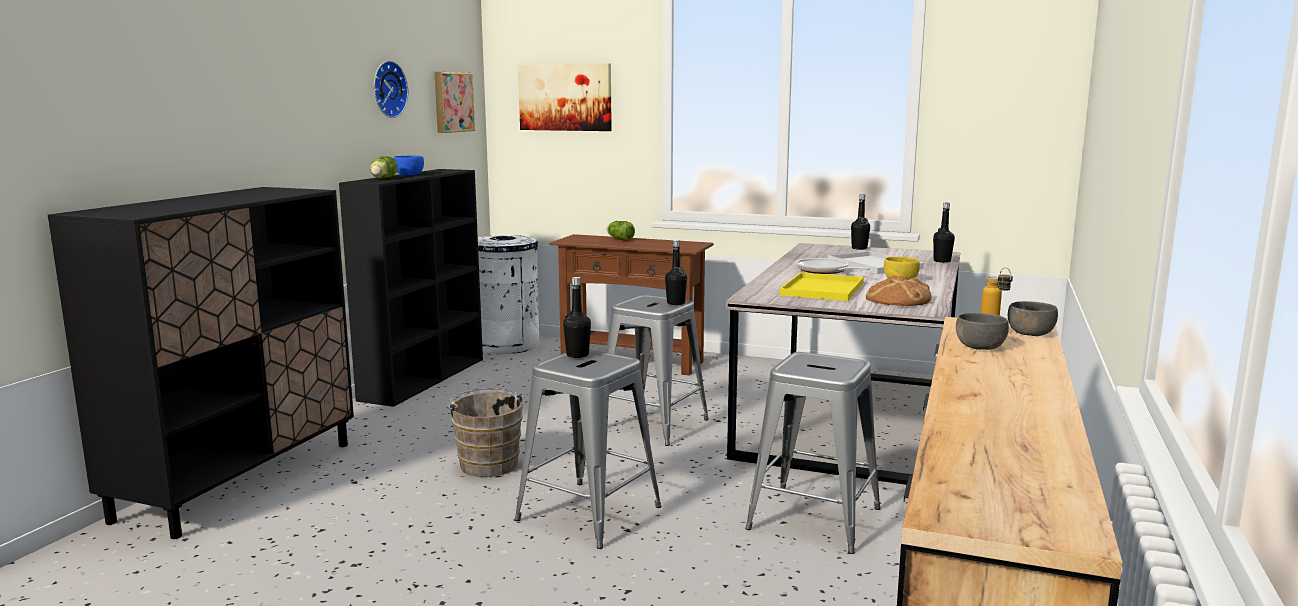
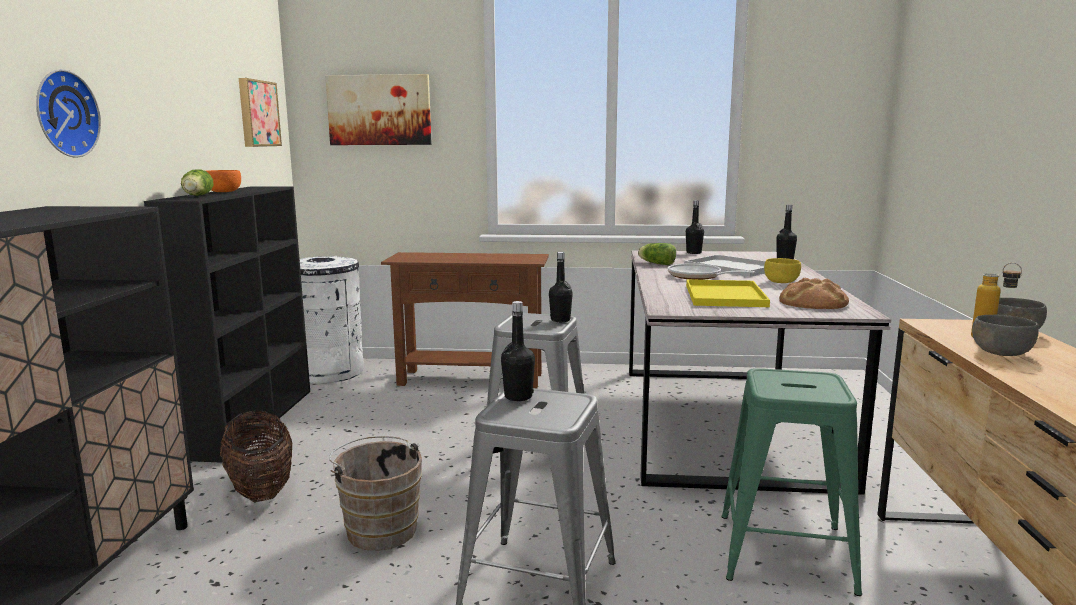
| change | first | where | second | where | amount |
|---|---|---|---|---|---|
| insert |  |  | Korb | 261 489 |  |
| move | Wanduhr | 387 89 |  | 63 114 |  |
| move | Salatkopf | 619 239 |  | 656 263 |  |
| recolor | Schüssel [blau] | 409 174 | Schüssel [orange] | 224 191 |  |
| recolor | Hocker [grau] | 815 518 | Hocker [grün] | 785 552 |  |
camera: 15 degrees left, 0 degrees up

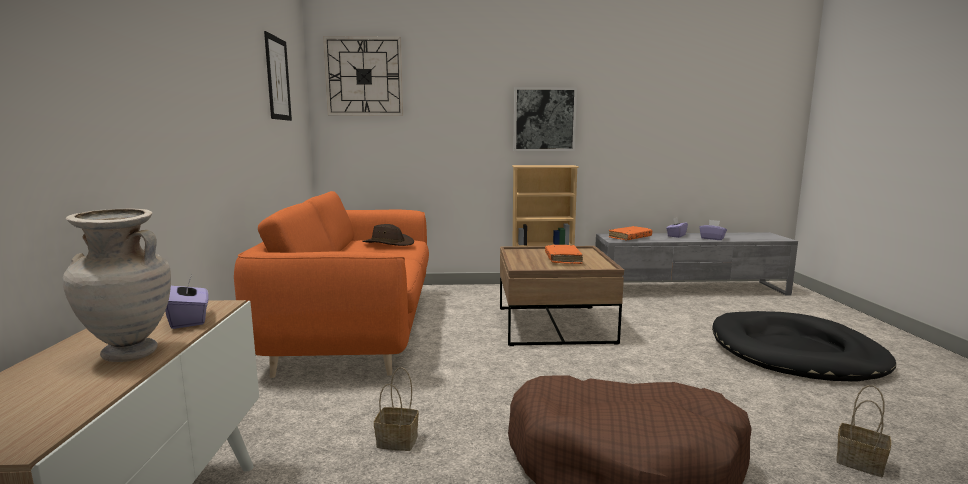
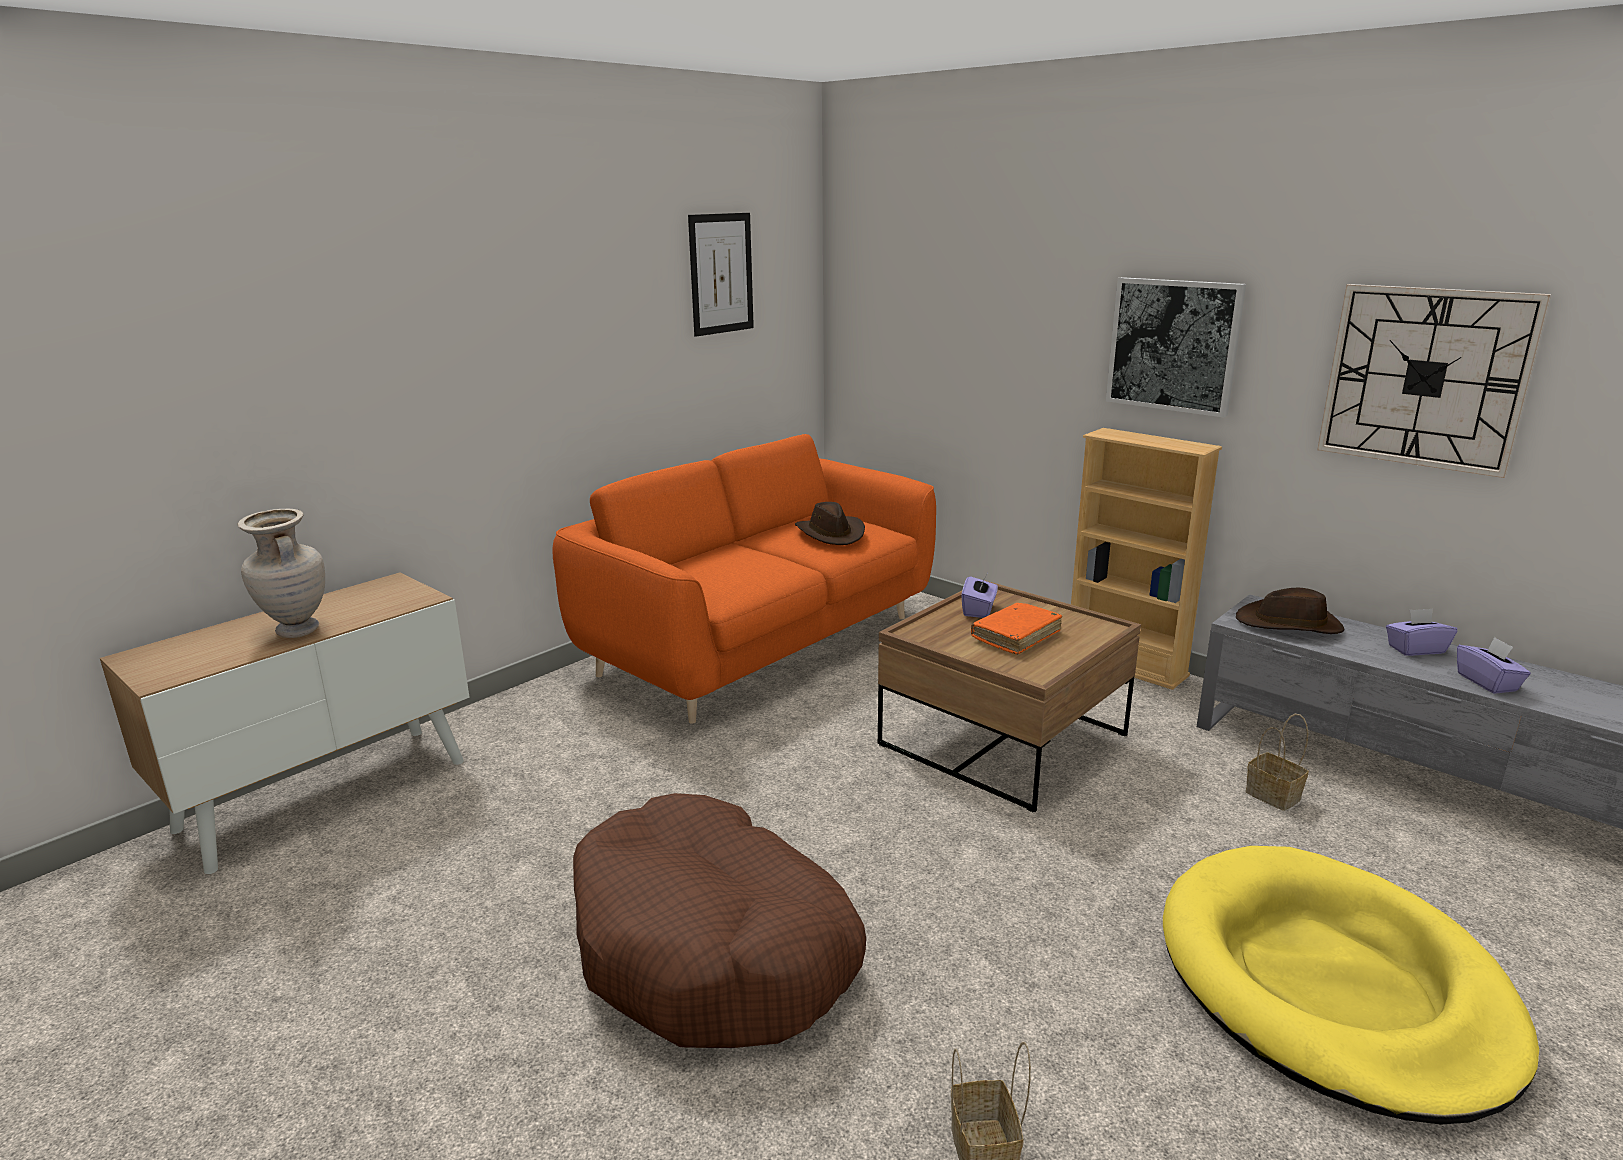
| change | first | where | second | where | amount |
|---|---|---|---|---|---|
| move | Taschentuchbox [lila] | 189 320 |  | 979 610 |  |
| move | Wanduhr | 364 76 |  | 1425 378 |  |
| move | Korb | 399 441 |  | 1275 796 |  |
| replace | Buch [orange] | 630 237 | Hut [braun] | 1289 624 |  |
| recolor | Hundebett [schwarz] | 795 352 | Hundebett [gelb] | 1331 985 |  |
camera: 45 degrees right, 10 degrees up

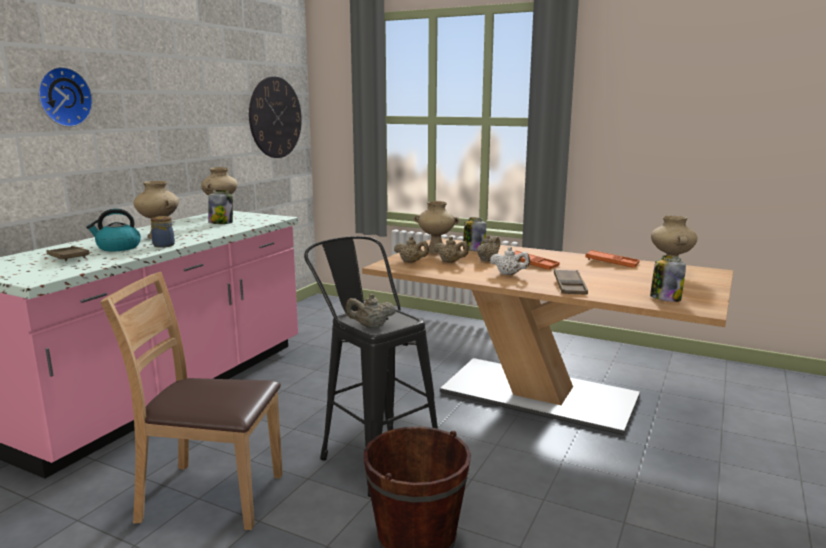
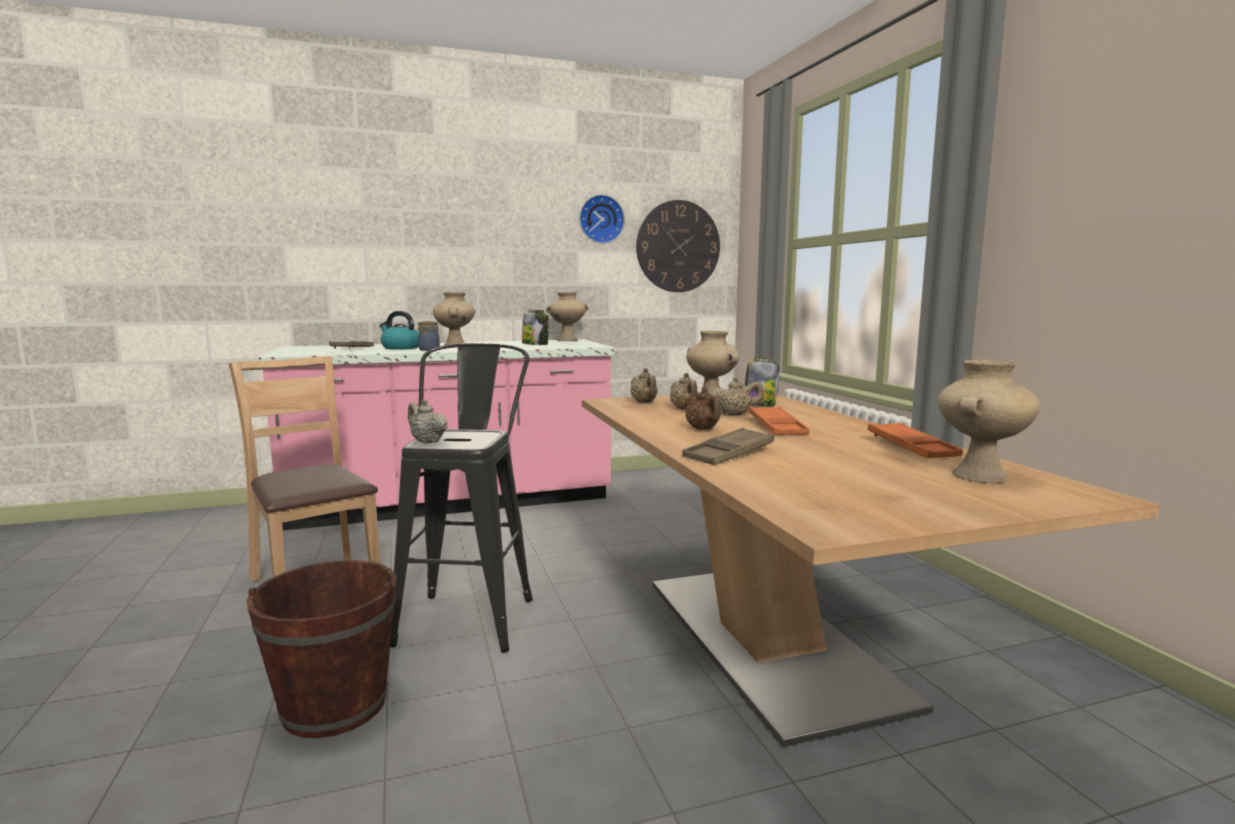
| change | first | where | second | where | amount |
|---|---|---|---|---|---|
| delete | Vorratsglas | 665 298 |  |  |  |
| move | Wanduhr | 63 97 |  | 601 219 |  |
| recolor | Teekanne [weiß] | 509 274 | Teekanne [braun] | 703 429 |  |
camera: 45 degrees right, 5 degrees down

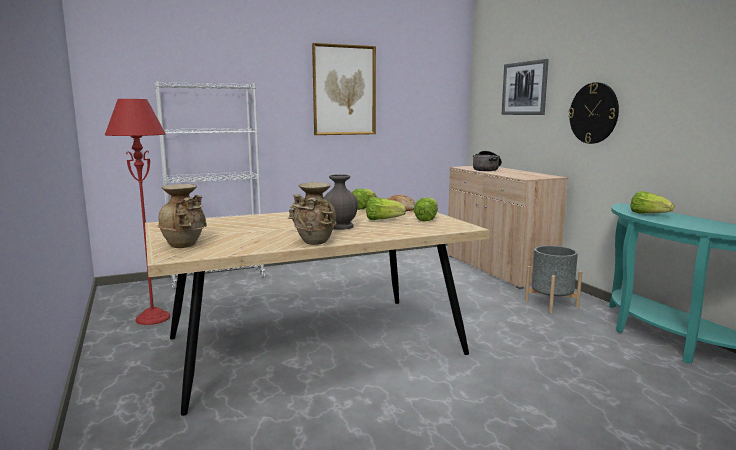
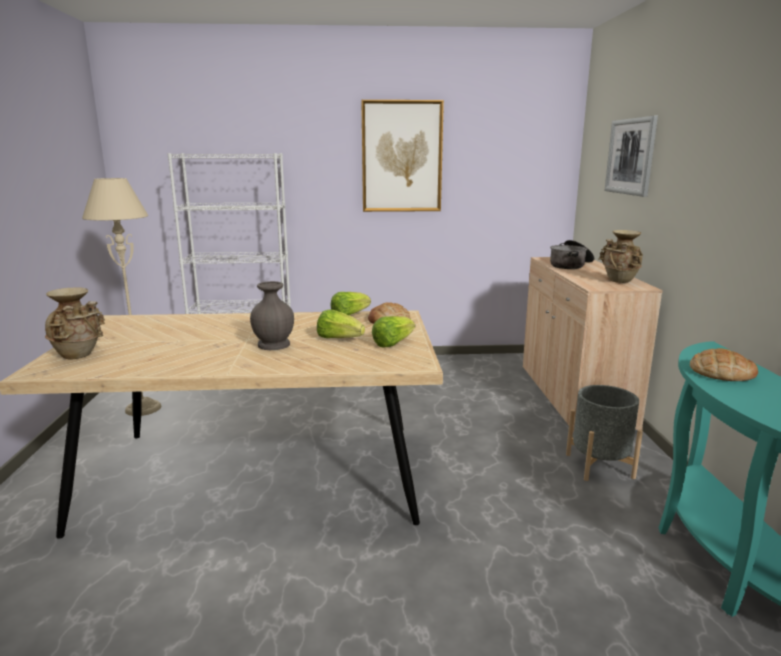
| change | first | where | second | where | amount |
|---|---|---|---|---|---|
| delete | Wanduhr | 593 113 |  |  |  |
| move | Vase [beige] | 314 242 |  | 619 281 |  |
| replace | Salatkopf | 648 214 | Brot | 721 372 |  |
| recolor | Stehlampe [rot] | 153 318 | Stehlampe [beige] | 143 408 |  |
camera: 20 degrees right, 5 degrees up

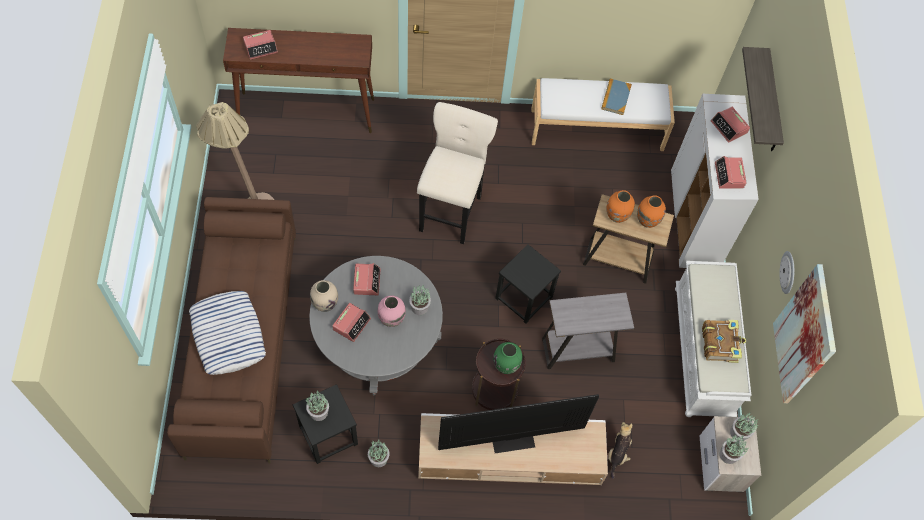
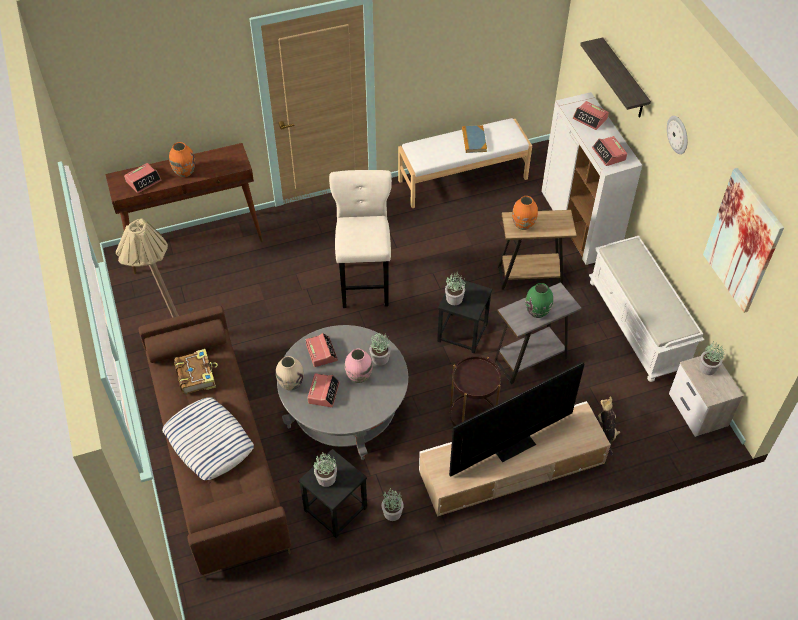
| change | first | where | second | where | amount |
|---|---|---|---|---|---|
| move | Vase [grün] | 506 365 |  | 537 312 |  |
| move | Vase [orange] | 647 220 |  | 184 172 |  |
| move | Buch | 720 343 |  | 196 375 |  |
| move | Topfpflanze | 729 455 |  | 454 299 |  |
| move | Wanduhr | 788 272 |  | 678 134 |  |
camera: 15 degrees left, 10 degrees down

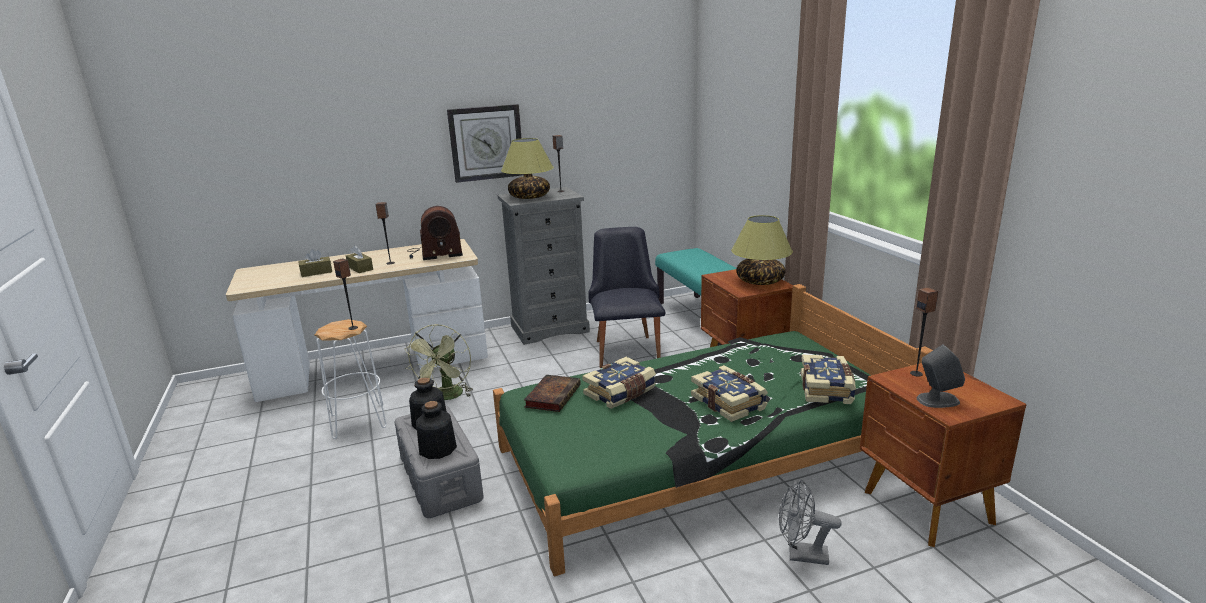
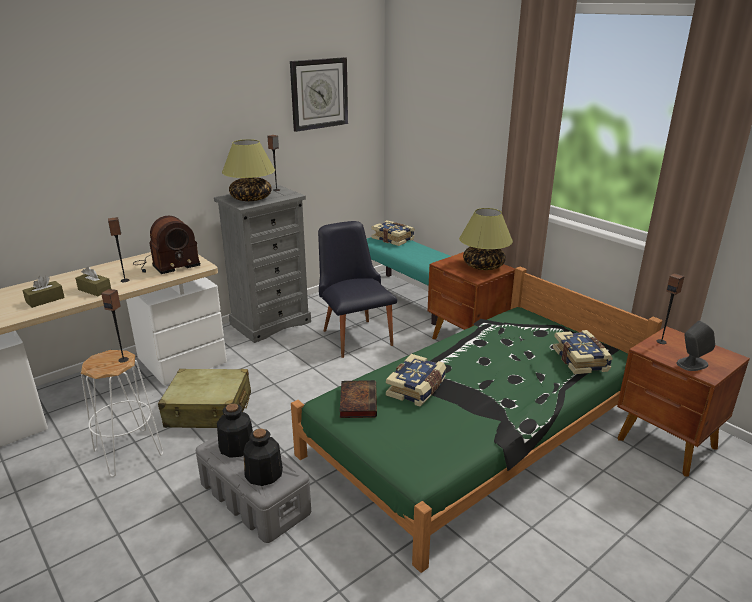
| change | first | where | second | where | amount |
|---|---|---|---|---|---|
| delete | Ventilator [grau] | 801 555 |  |  |  |
| move | Wanduhr | 486 143 |  | 319 93 |  |
| move | Buch | 729 402 |  | 393 239 |  |
| replace | Ventilator [grün] | 447 397 | Koffer [beige] | 209 410 |  |
camera: 20 degrees left, 5 degrees up

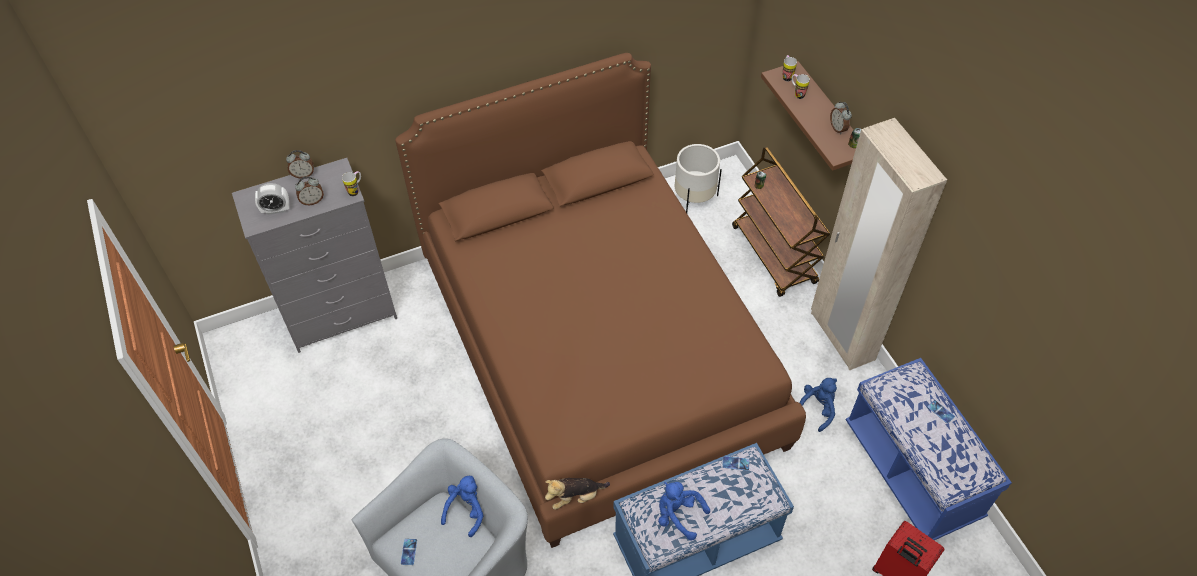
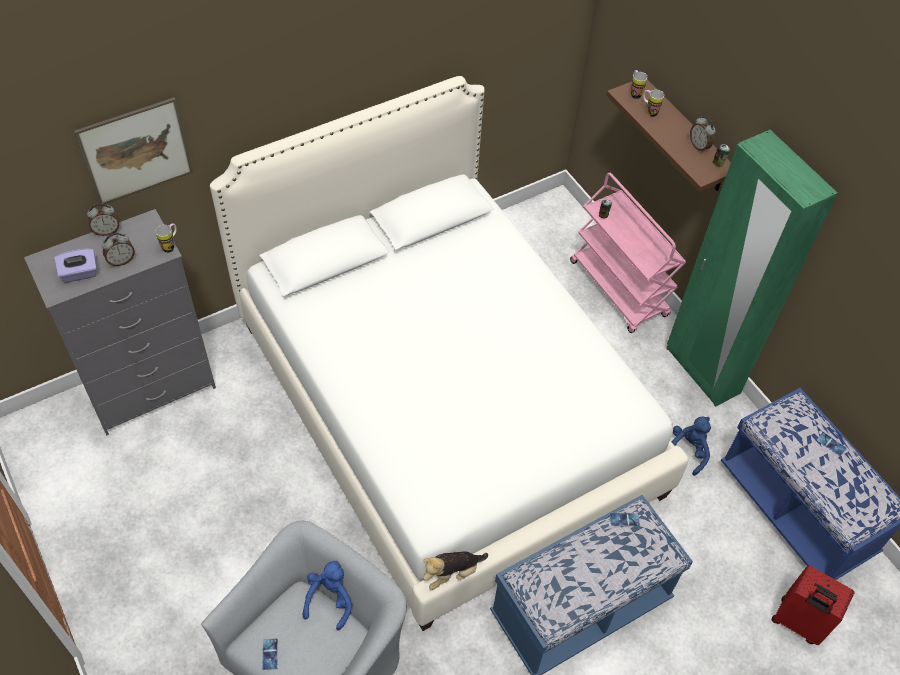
| change | first | where | second | where | amount |
|---|---|---|---|---|---|
| delete | Plüschtier [blau] | 678 515 |  |  |  |
| delete | Pflanzkübel [weiß] | 694 198 |  |  |  |
| insert |  |  | Bild | 136 151 |  |
| replace | Wecker | 276 210 | Taschentuchbox [lila] | 80 273 |  |
| recolor | Bett [braun] | 599 350 | Bett [weiß] | 445 406 |  |
| recolor | Rollwagen [braun] | 774 255 | Rollwagen [rosa] | 619 289 |  |
| recolor | Kleiderschrank [beige] | 841 336 | Kleiderschrank [grün] | 702 371 |  |
camera: 10 degrees left, 0 degrees up

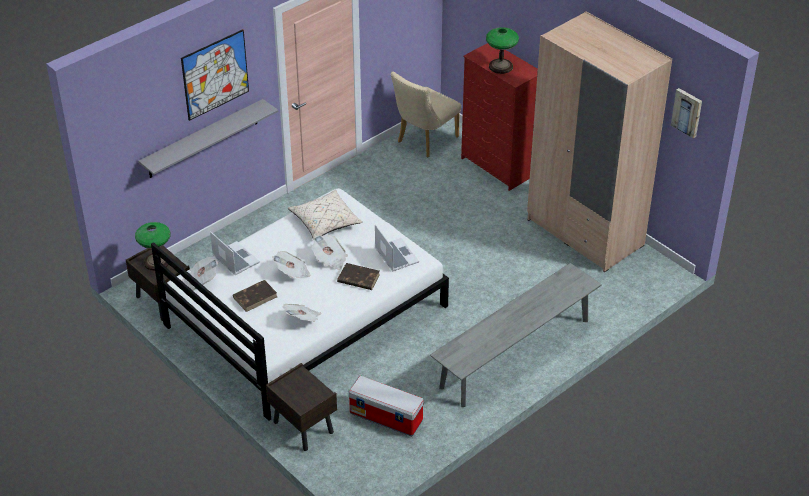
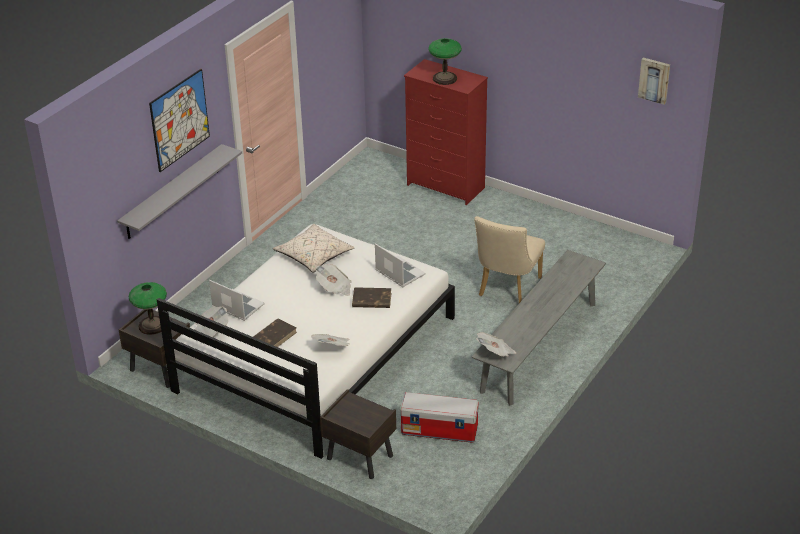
| change | first | where | second | where | amount |
|---|---|---|---|---|---|
| delete | Kleiderschrank [beige] | 585 233 |  |  |  |
| move | Zeitung | 292 272 |  | 495 353 |  |
| move | Stuhl [beige] | 424 141 |  | 507 289 |  |
camera: 15 degrees left, 5 degrees down

